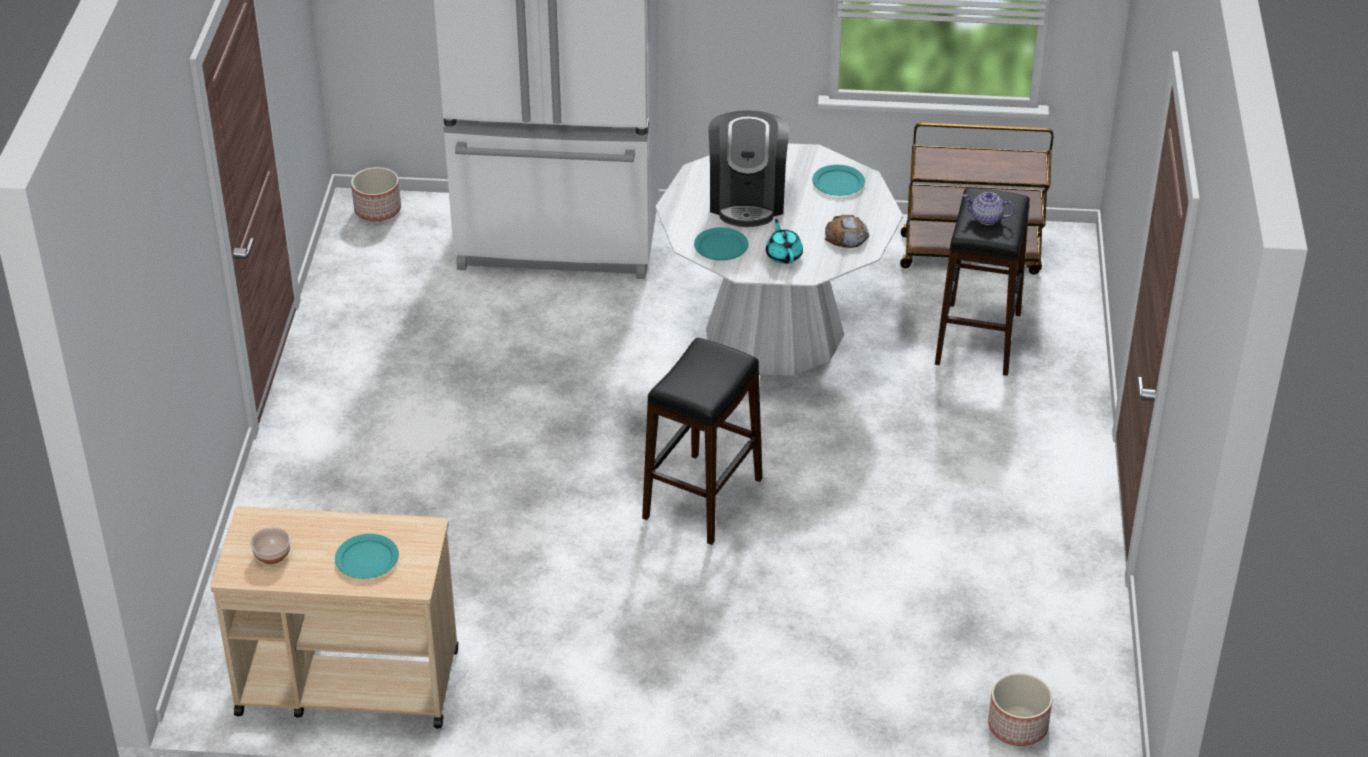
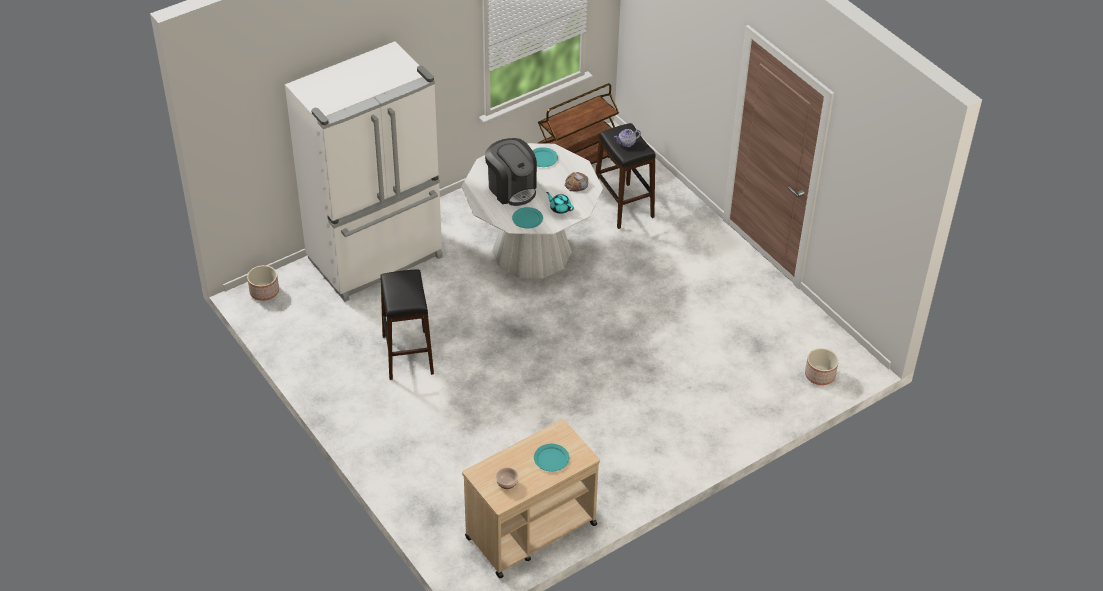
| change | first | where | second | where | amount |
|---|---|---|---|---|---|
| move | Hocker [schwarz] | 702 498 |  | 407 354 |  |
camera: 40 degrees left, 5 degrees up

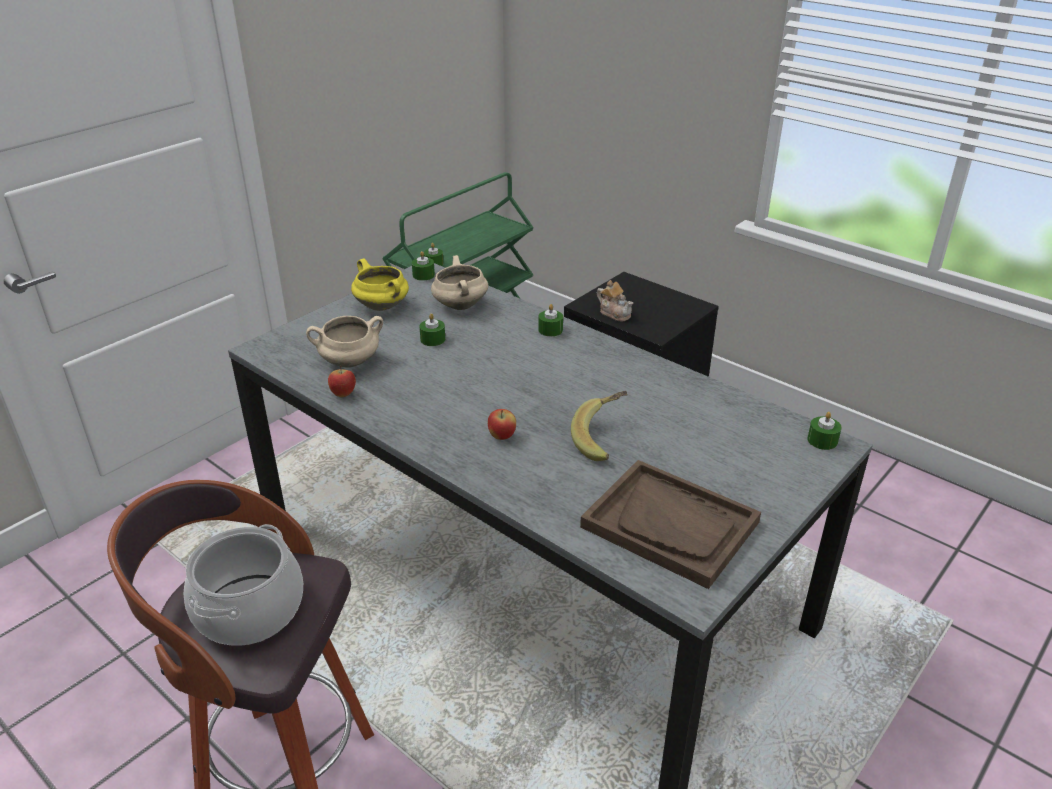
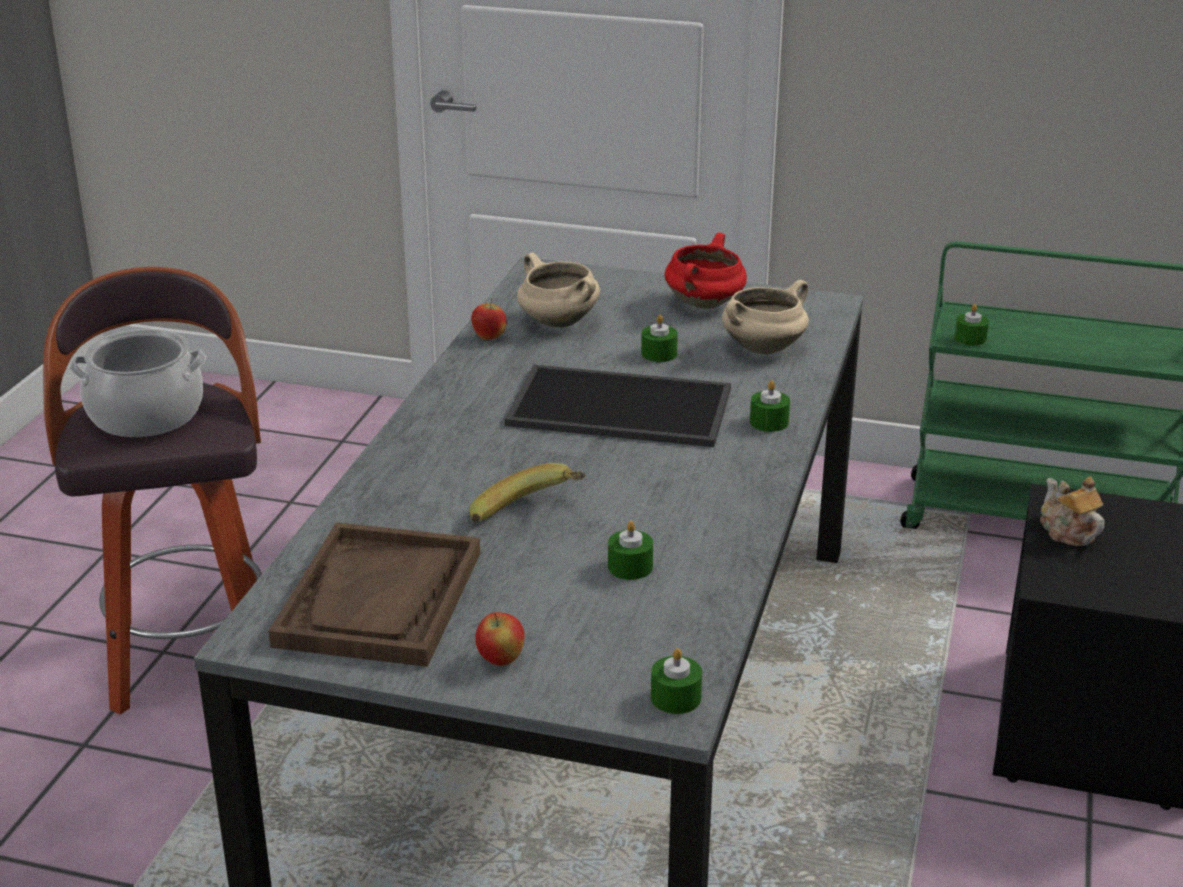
| change | first | where | second | where | amount |
|---|---|---|---|---|---|
| insert |  |  | Tablett | 617 408 |  |
| move | Kerze [grün] | 423 275 |  | 630 567 |  |
| move | Apfel | 502 436 |  | 501 660 |  |
| recolor | Kochtopf [gelb] | 383 307 | Kochtopf [rot] | 705 304 |  |
| rotate | Teekanne | 615 313 |  | 1067 532 | 135 degrees clockwise |
camera: 65 degrees right, 5 degrees down

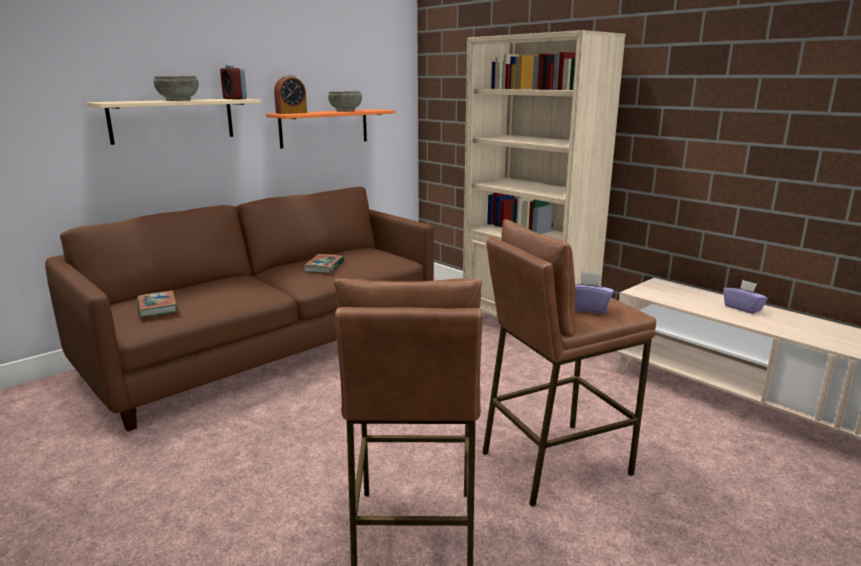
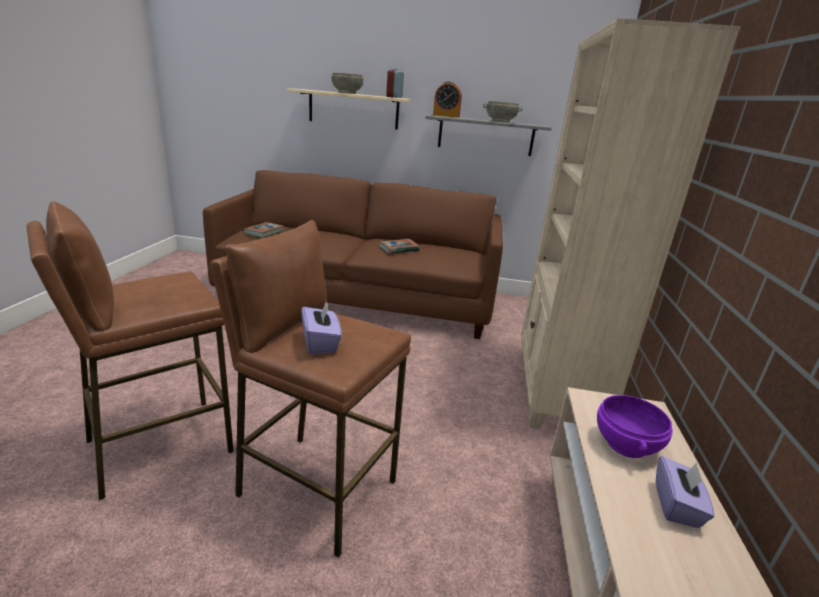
| change | first | where | second | where | amount |
|---|---|---|---|---|---|
| insert |  |  | Schüssel [lila] | 627 445 |  |
| recolor | Wandregal [orange] | 324 128 | Wandregal [grau] | 485 135 |  |
camera: 50 degrees right, 5 degrees up

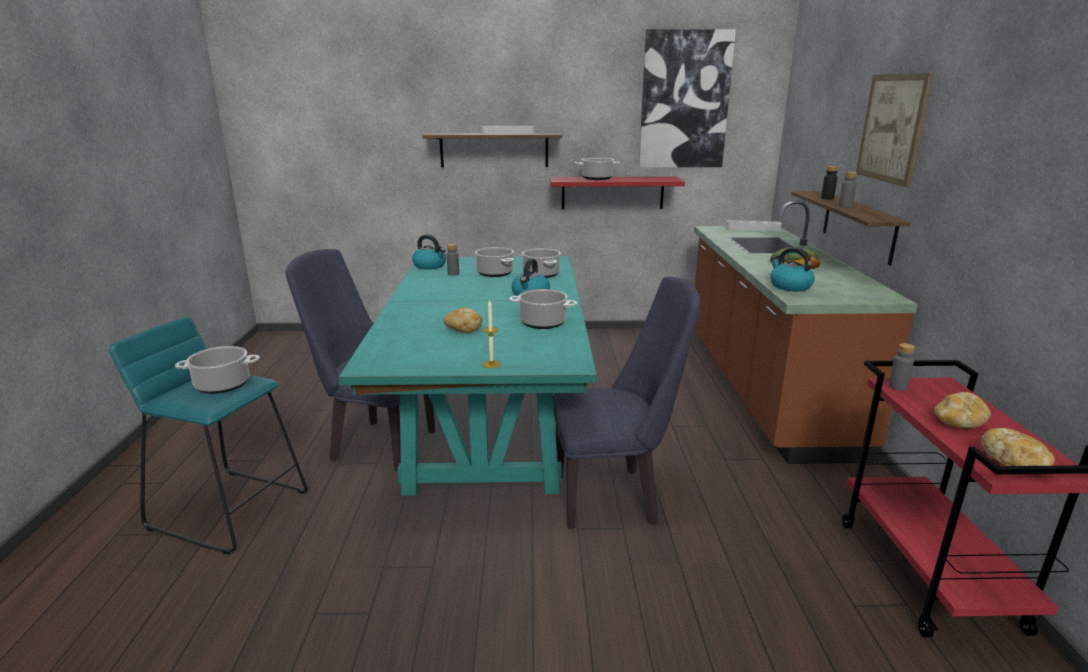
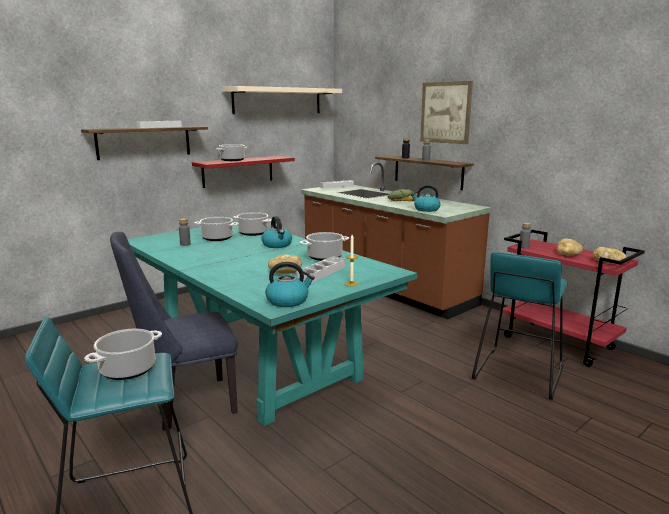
| change | first | where | second | where | amount |
|---|---|---|---|---|---|
| delete | Stuhl [blau] | 615 496 |  |  |  |
| insert |  |  | Tablett [grau] | 321 273 |  |
| insert |  |  | Hocker [türkis] | 517 373 |  |
| move | Wasserkessel | 430 266 |  | 288 300 |  |
| replace | Bild | 684 100 | Wandregal [beige] | 278 101 |  |
camera: 40 degrees left, 5 degrees down

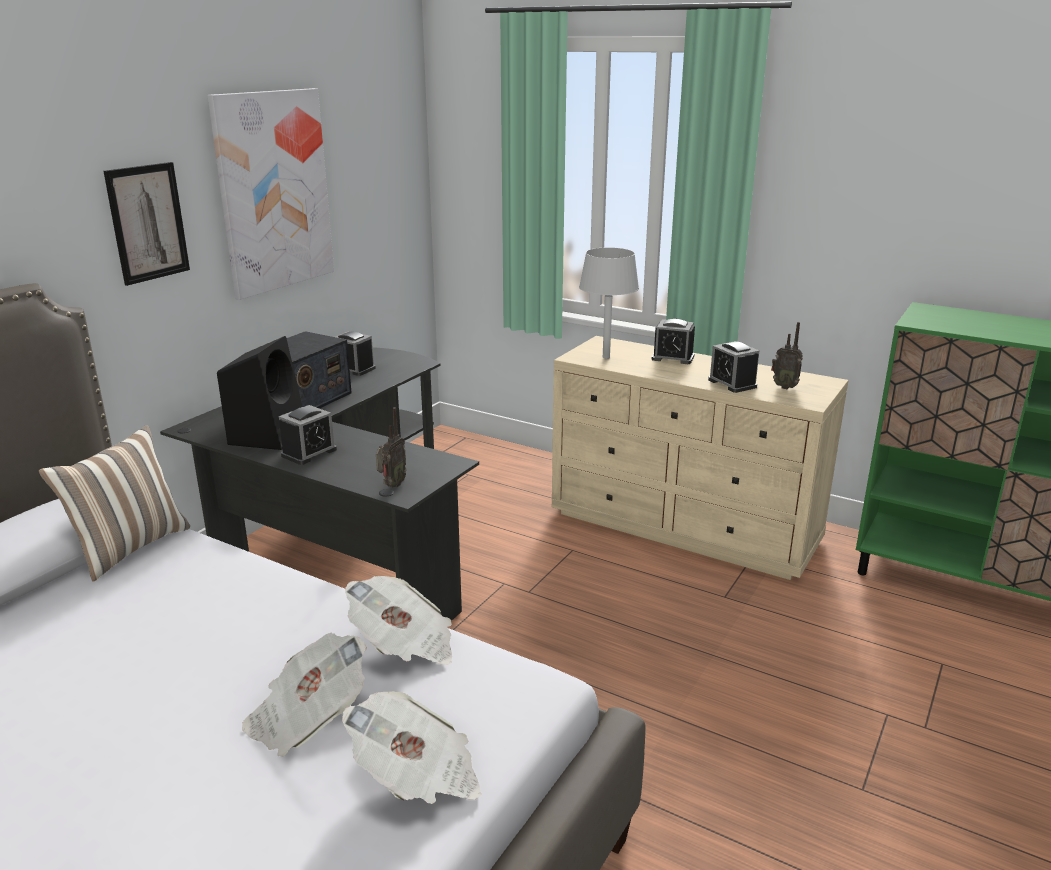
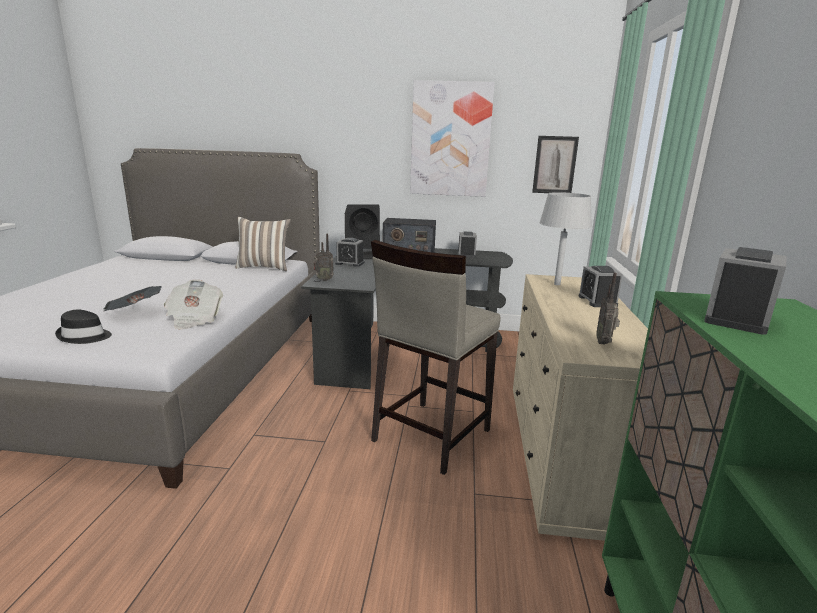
| change | first | where | second | where | amount |
|---|---|---|---|---|---|
| insert |  |  | Hocker [beige] | 430 435 |  |
| move | Bild | 148 223 |  | 555 165 |  |
| move | Wecker | 732 383 |  | 737 318 |  |
| replace | Zeitung | 417 776 | Hut [schwarz] | 84 336 |  |
camera: 65 degrees right, 5 degrees down

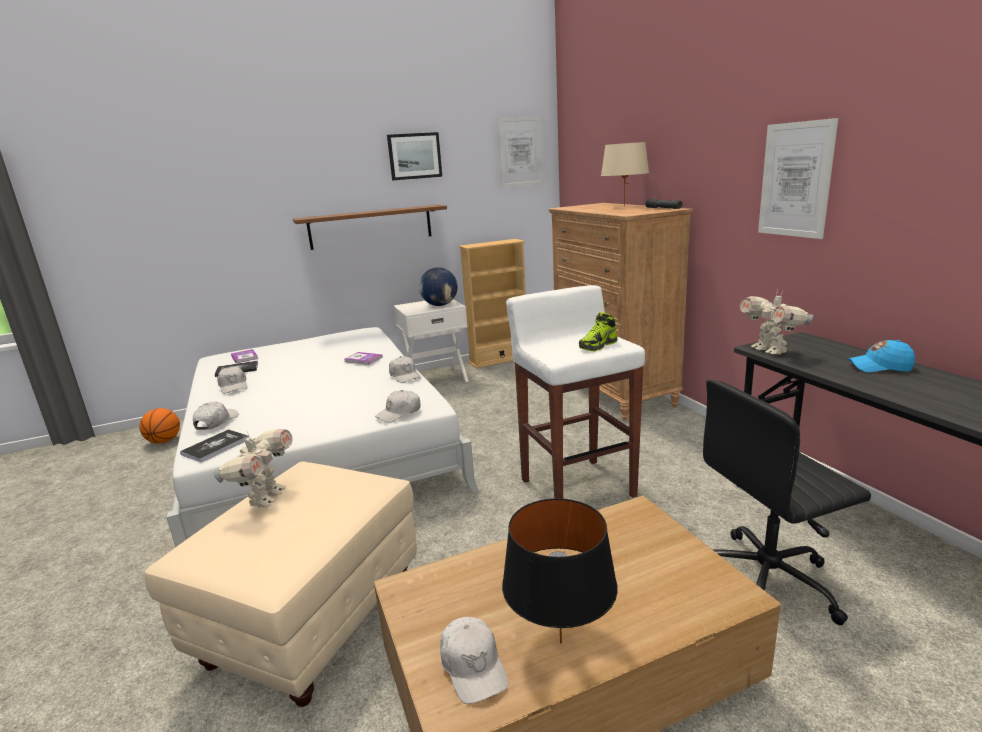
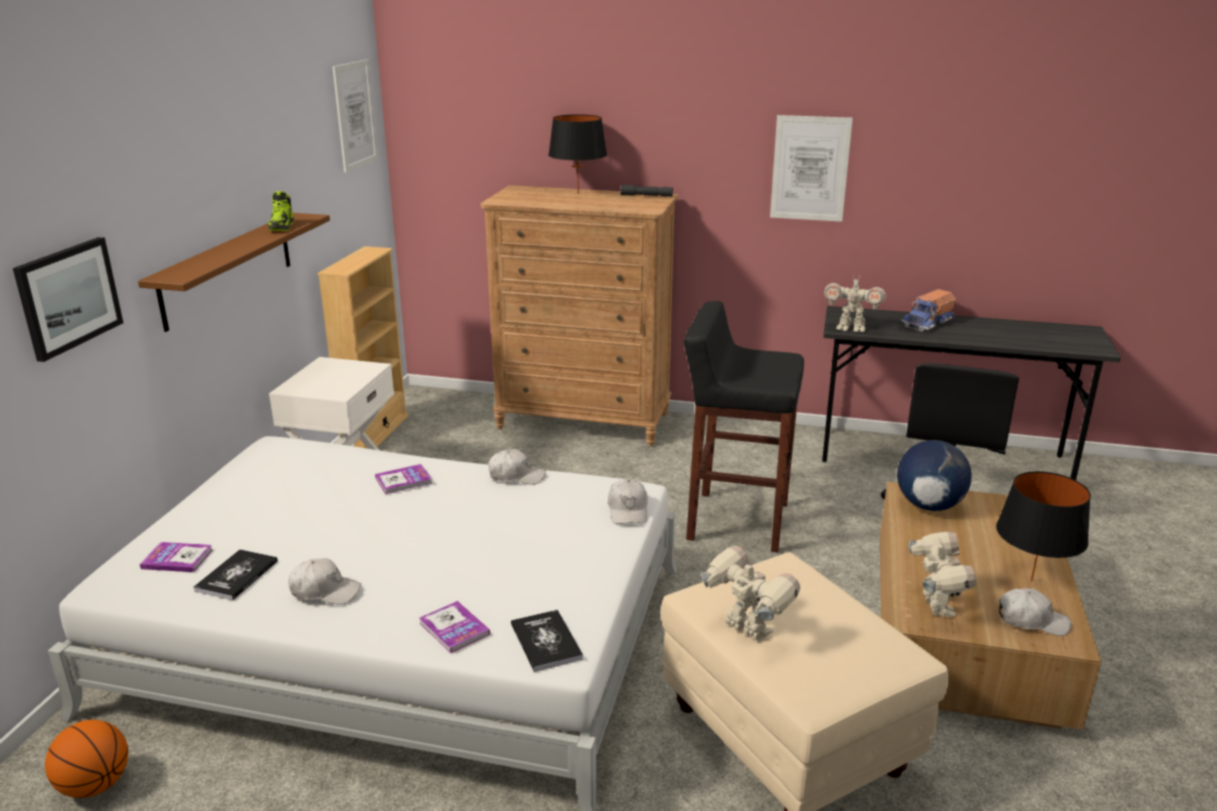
| change | first | where | second | where | amount |
|---|---|---|---|---|---|
| insert |  |  | Spielzeugroboter | 935 606 |  |
| move | Bild | 414 156 |  | 68 297 |  |
| move | Globus | 440 305 |  | 928 506 |  |
| move | Schuh | 598 345 |  | 282 227 |  |
| replace | Kappe [weiß] | 216 422 | Buch | 454 628 |  |
| replace | Kappe [blau] | 879 367 | Spielzeuglaster | 928 323 |  |
| recolor | Hocker [weiß] | 576 487 | Hocker [schwarz] | 736 521 |  |
| recolor | Tischlampe [beige] | 624 206 | Tischlampe [schwarz] | 578 193 |  |
camera: 55 degrees left, 5 degrees up

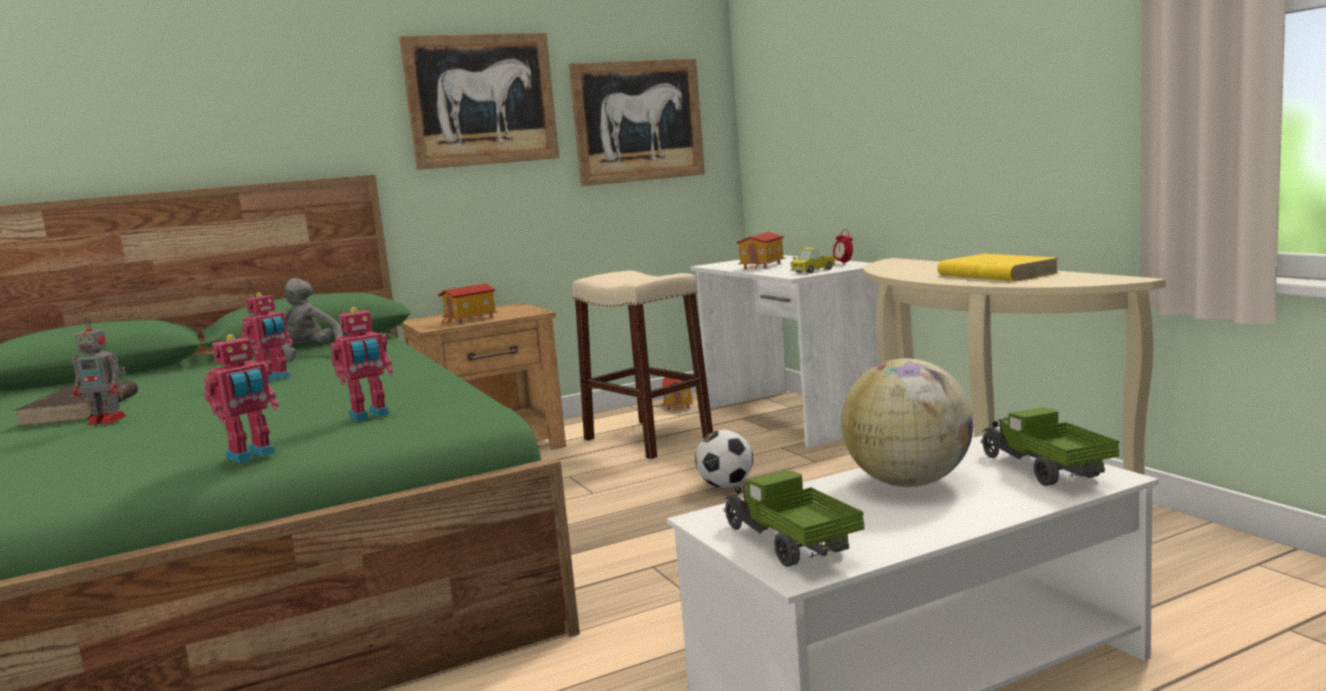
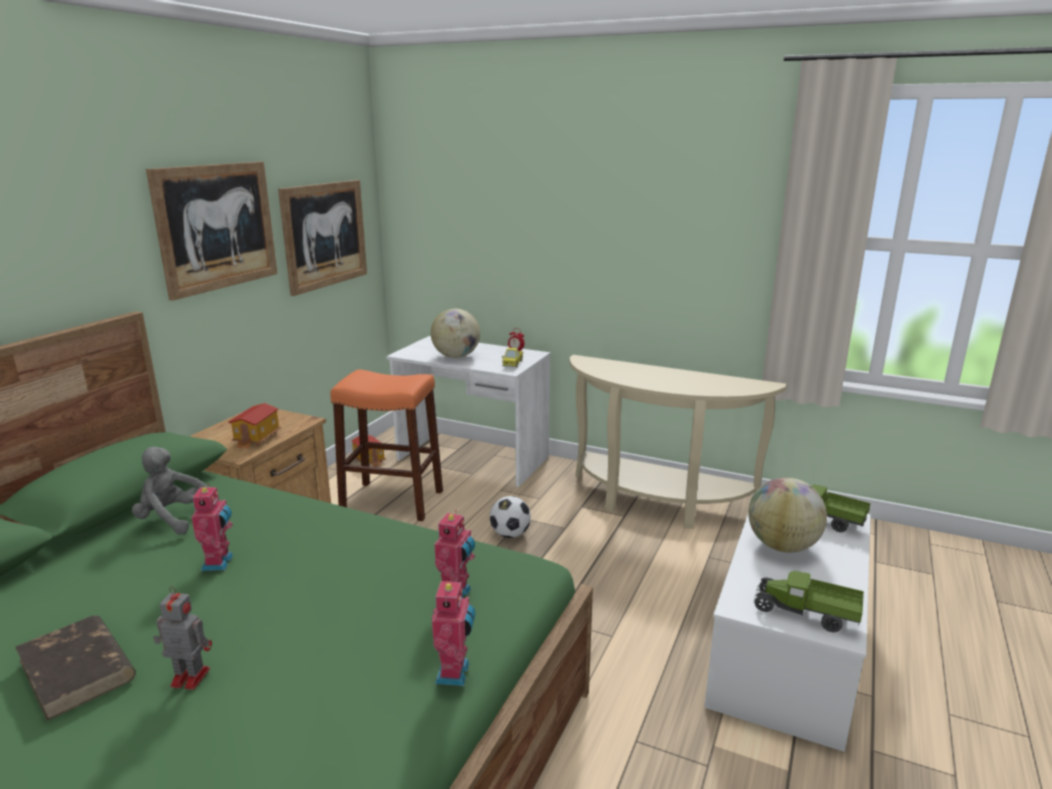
| change | first | where | second | where | amount |
|---|---|---|---|---|---|
| delete | Buch [gelb] | 995 274 |  |  |  |
| replace | Spielzeughaus | 762 266 | Globus | 456 356 |  |
| recolor | Hocker [beige] | 647 439 | Hocker [orange] | 392 501 |  |
| rotate | Spielzeugroboter | 109 420 |  | 188 677 | 135 degrees counterclockwise |
camera: 40 degrees left, 10 degrees up

